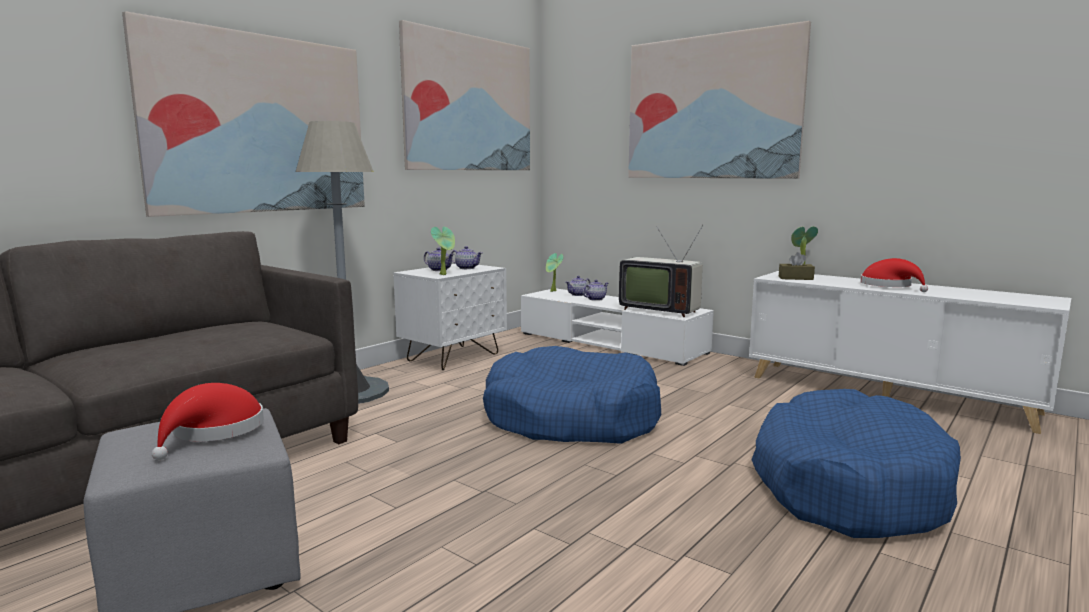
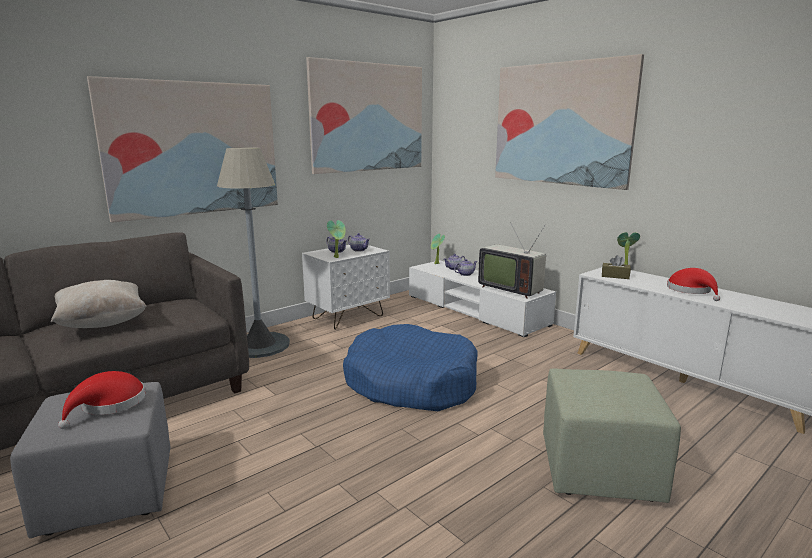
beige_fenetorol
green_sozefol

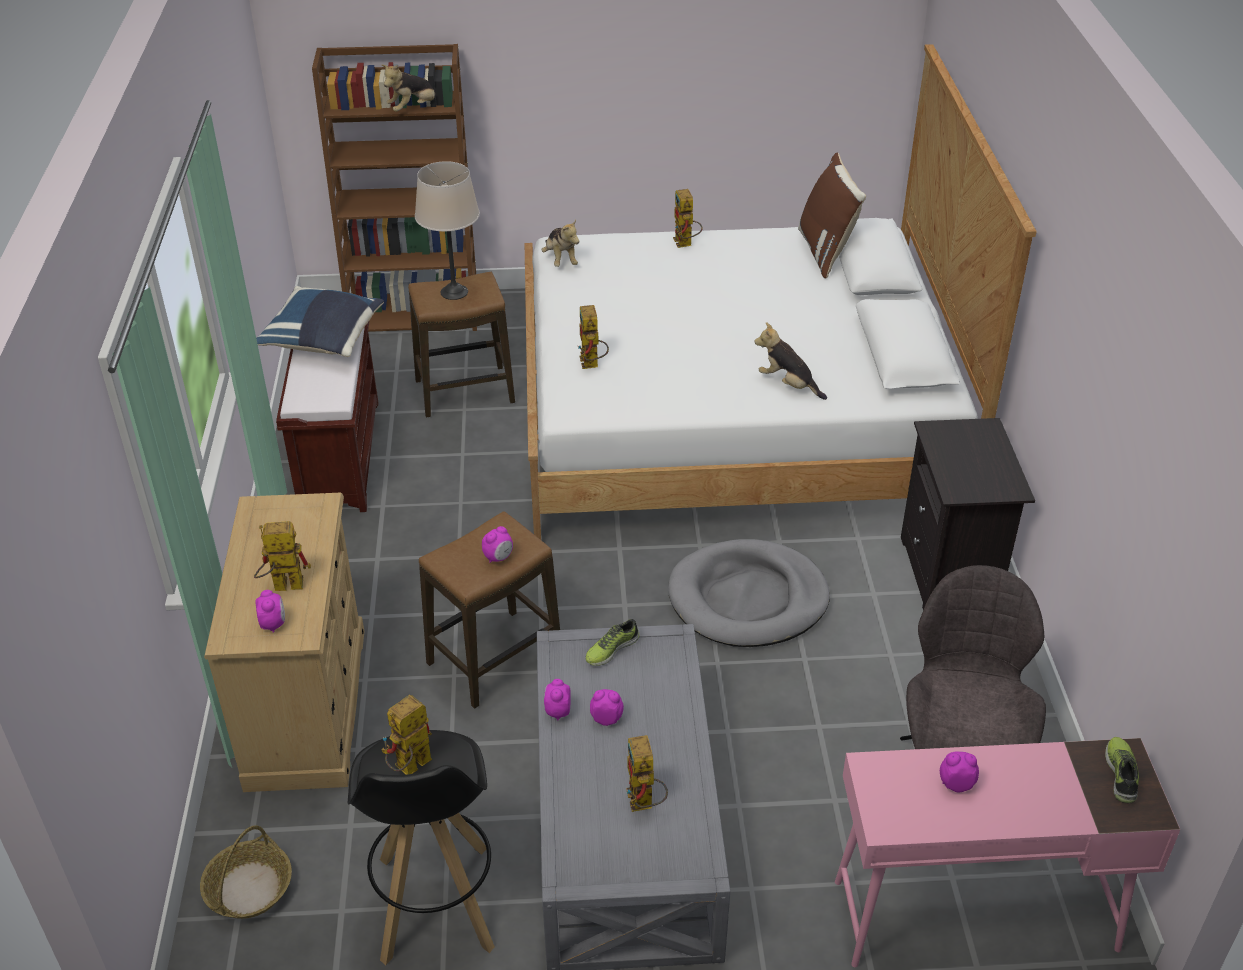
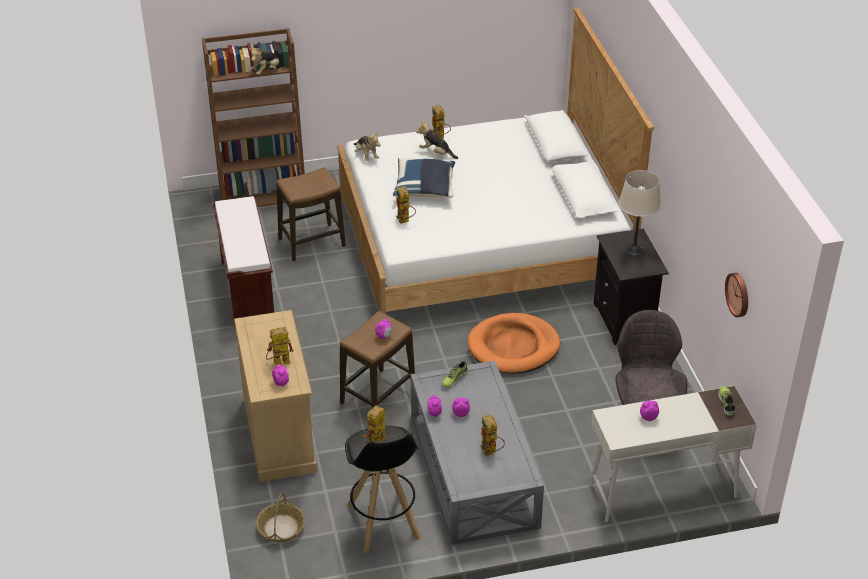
brown_fenetorol
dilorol
blue_fenetorol
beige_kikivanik
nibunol (3rd from left)
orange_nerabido
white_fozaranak

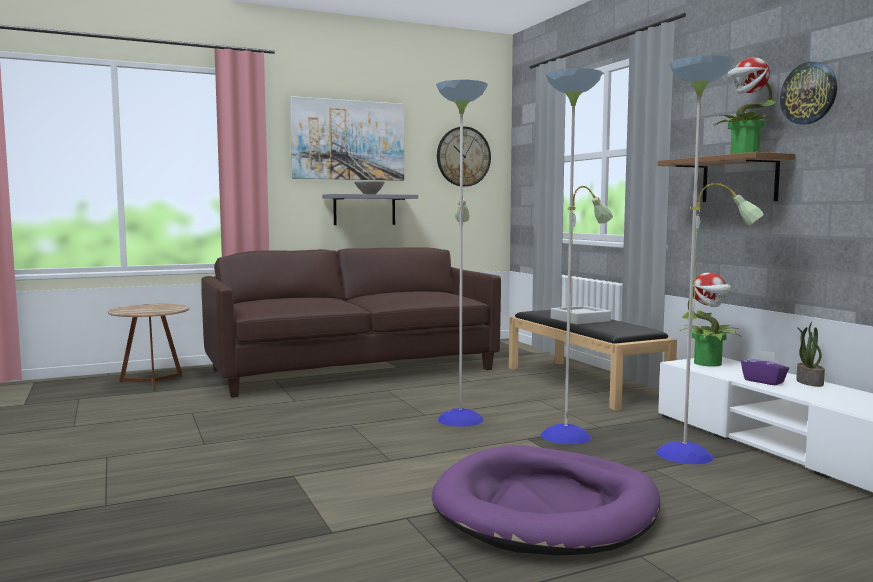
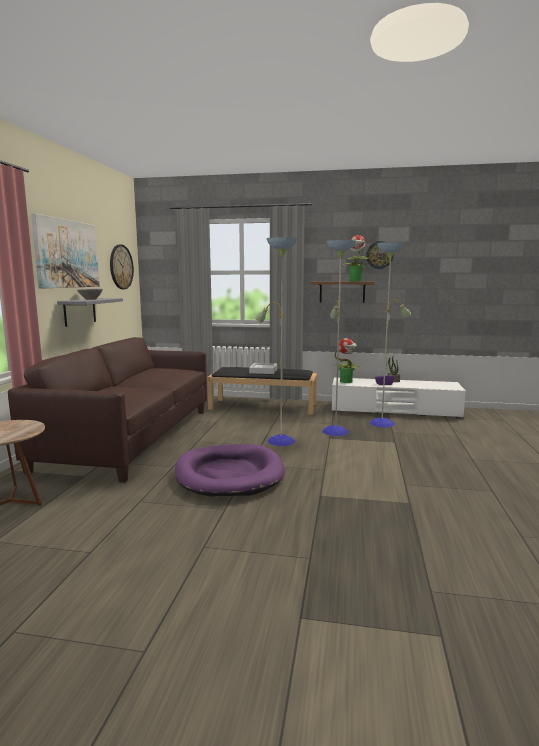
purple_nerabido

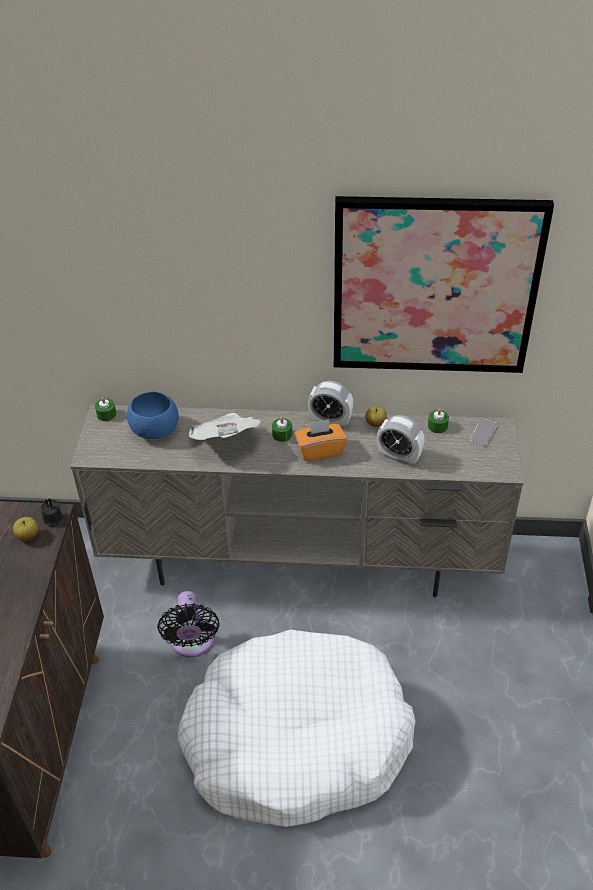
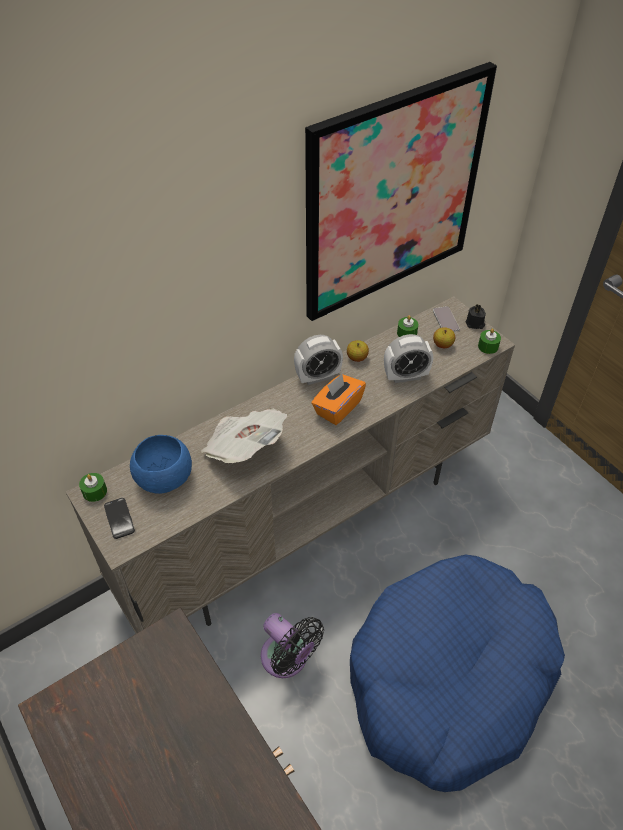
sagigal (1st from left)
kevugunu (2nd from left)
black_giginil
green_giginil (3rd from left)
blue_nerabido

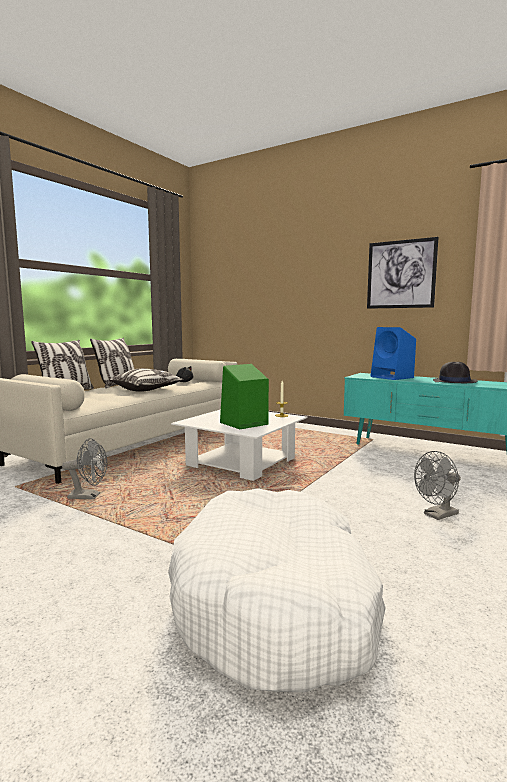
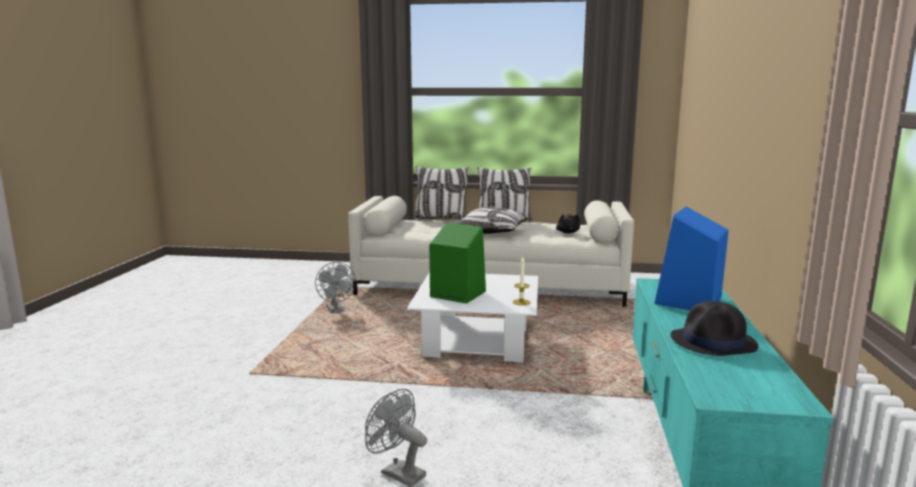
white_nerabido
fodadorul

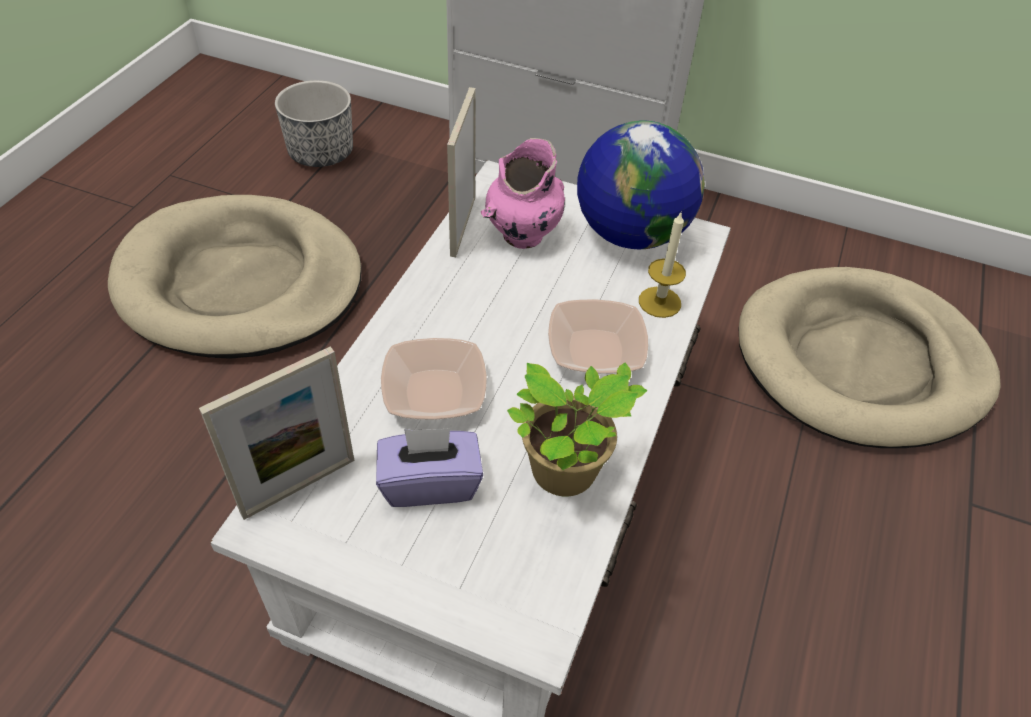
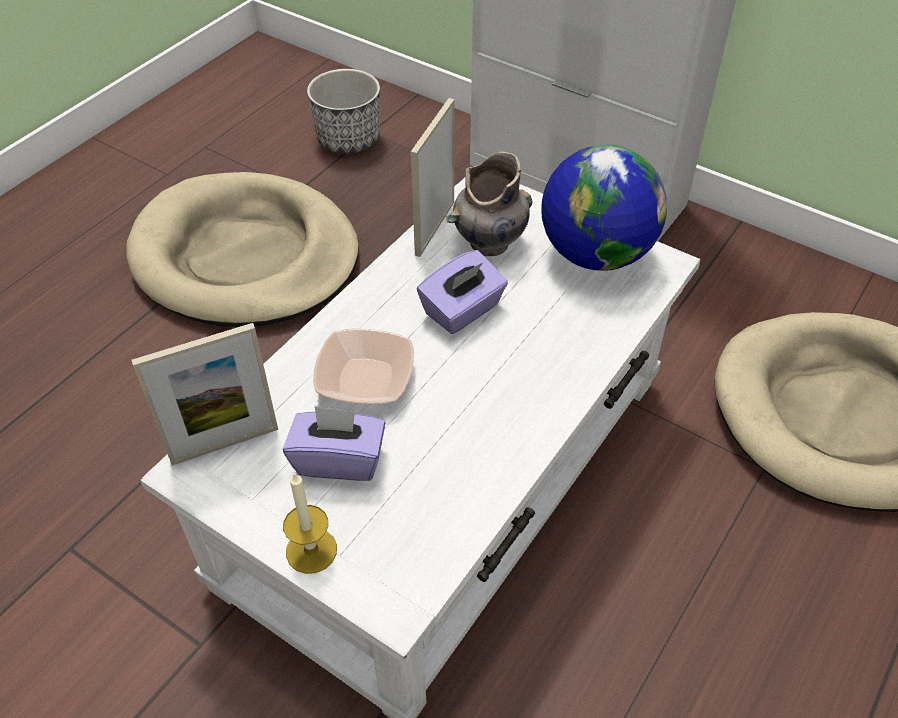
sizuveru
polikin (2nd from left in the first image)
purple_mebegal (2nd from left)
giginil
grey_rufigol

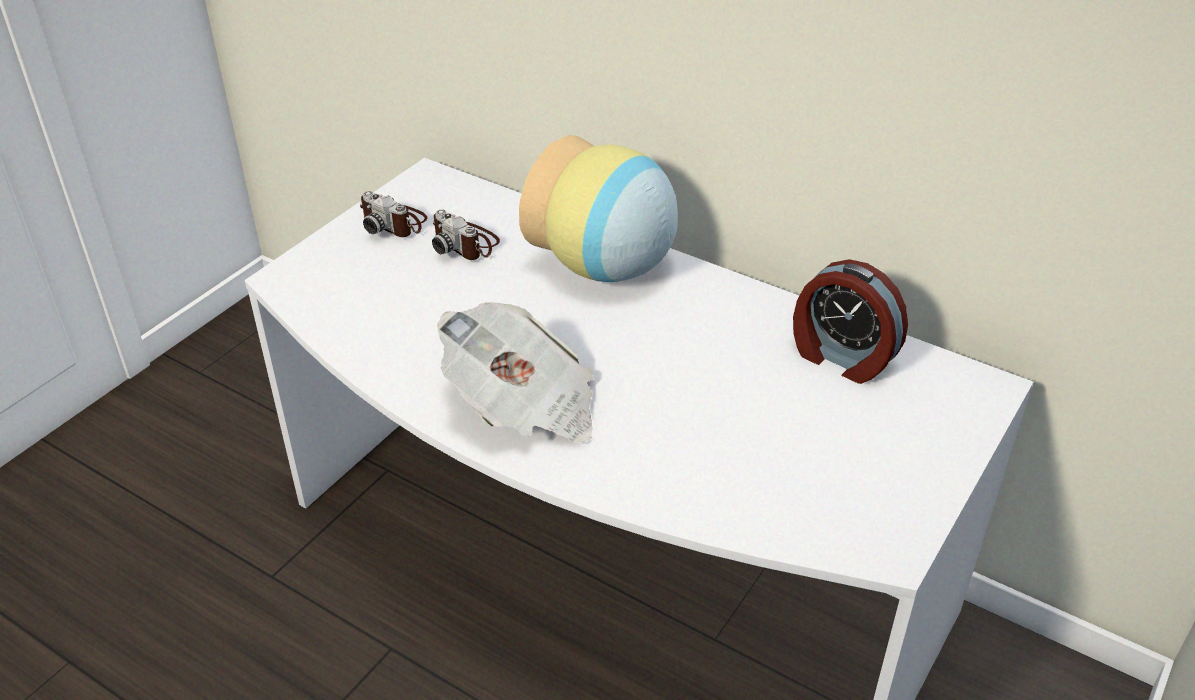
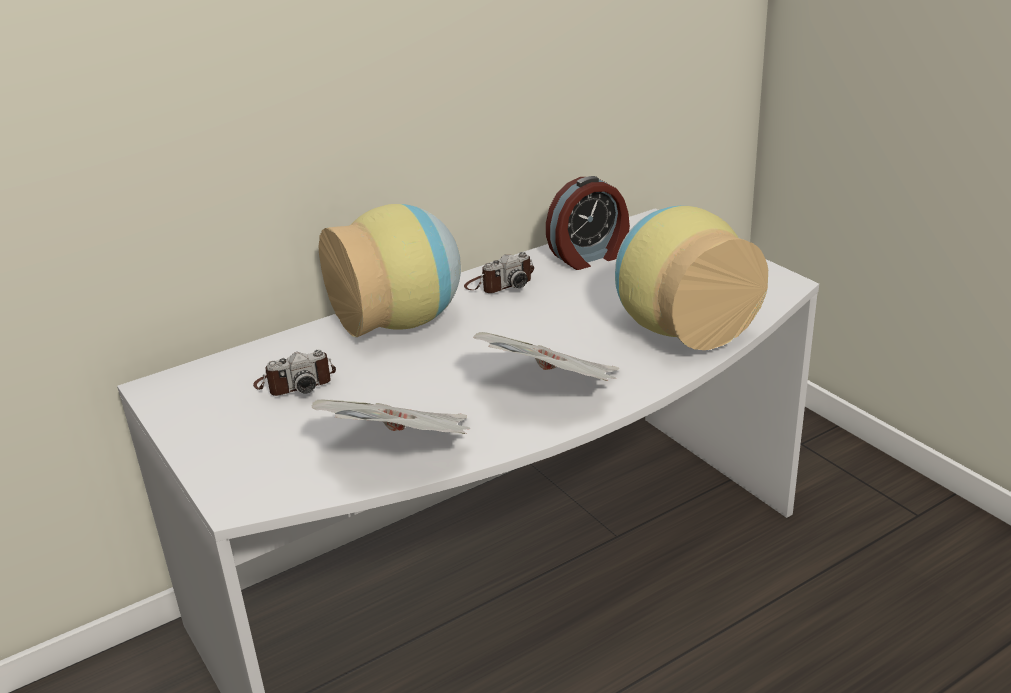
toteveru (1st from left)
rufigol (2nd from left)
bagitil (2nd from left)

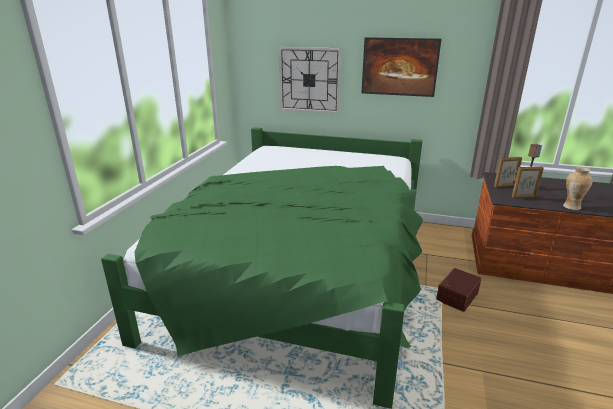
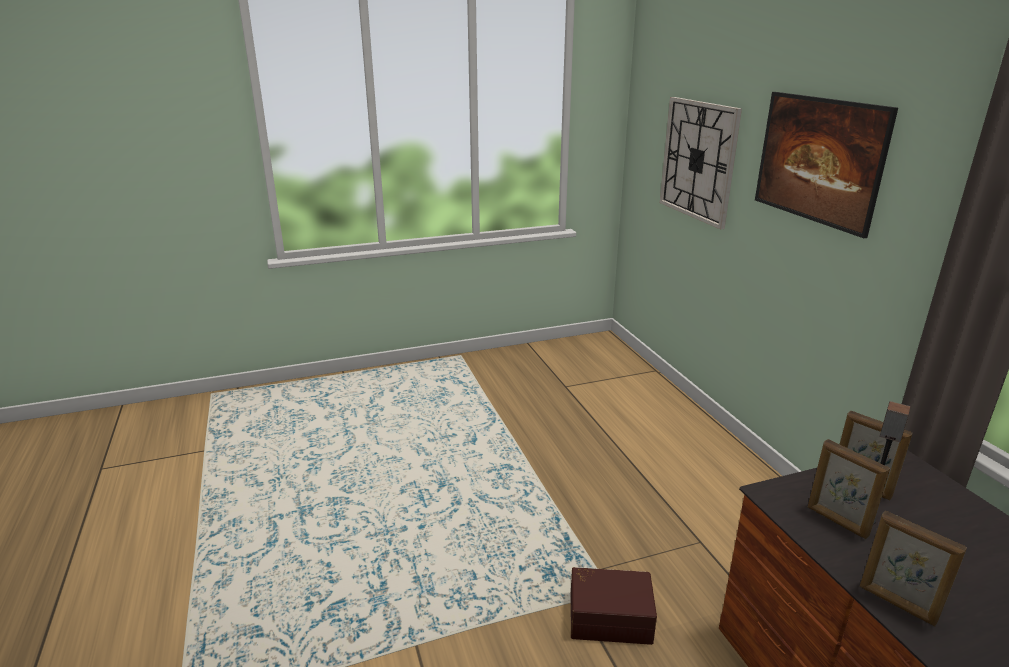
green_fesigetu
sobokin (3rd from left)

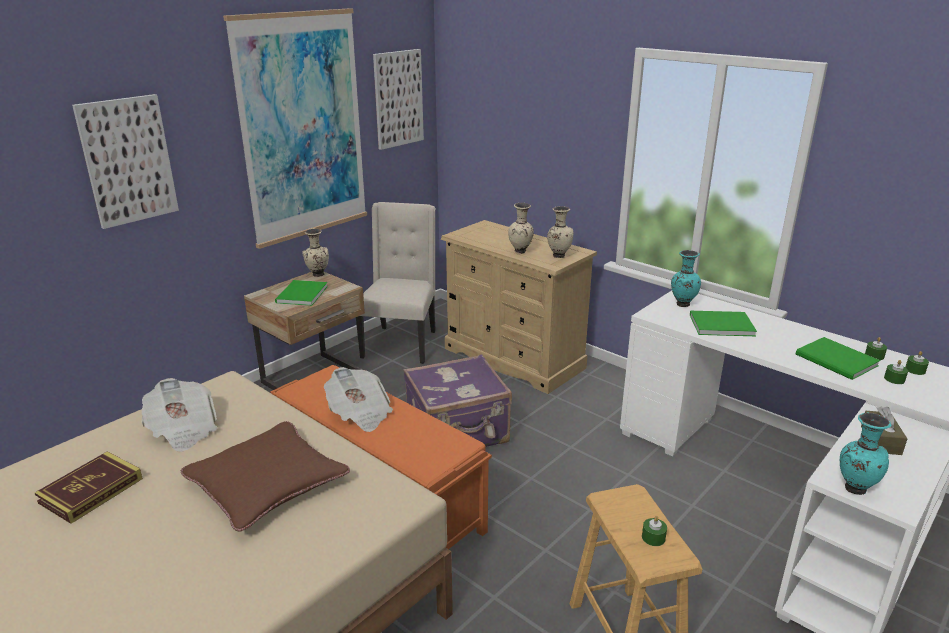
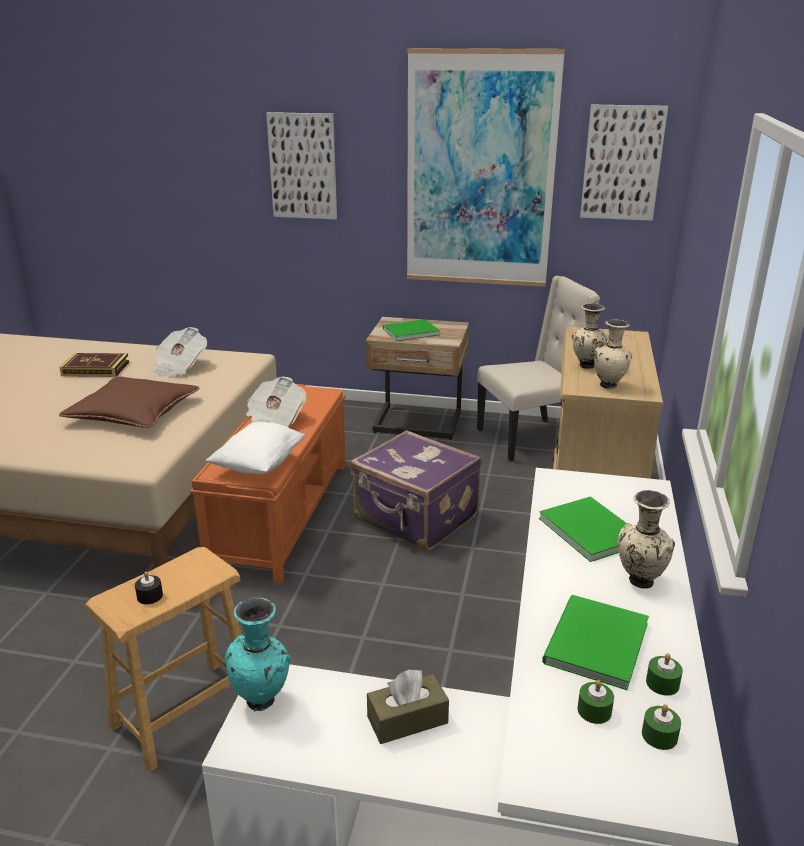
turquoise_rufigol (1st from left in the first image)
white_fenetorol
beige_rufigol (3rd from left)
black_giginil

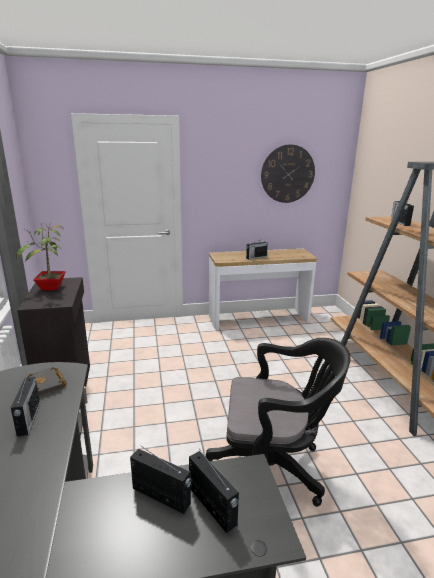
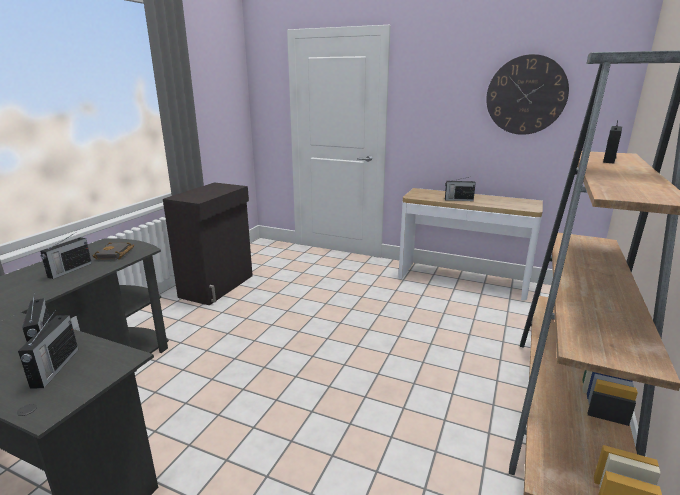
sizuveru
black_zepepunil

